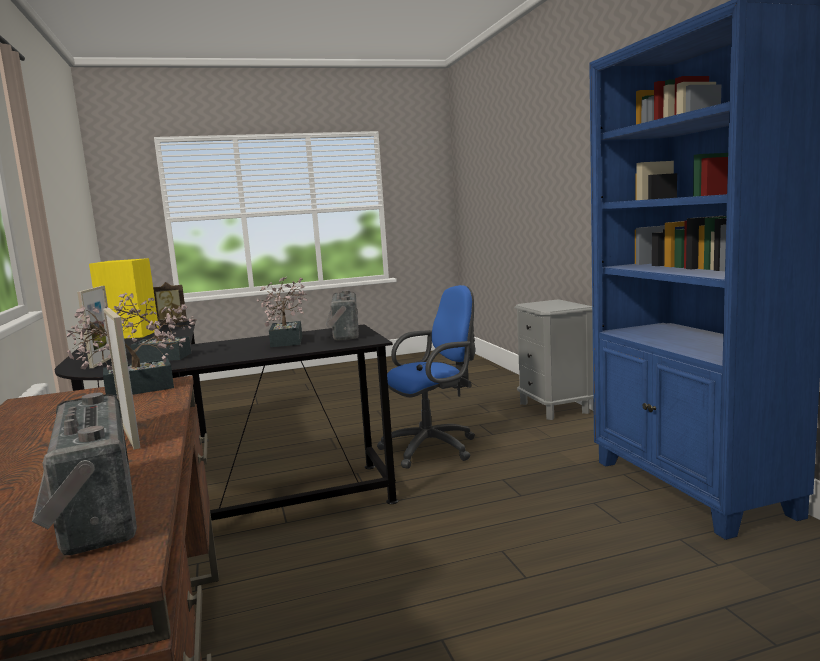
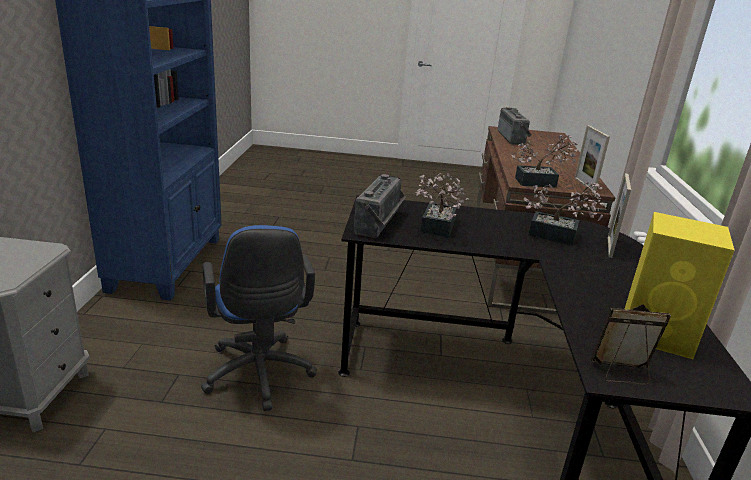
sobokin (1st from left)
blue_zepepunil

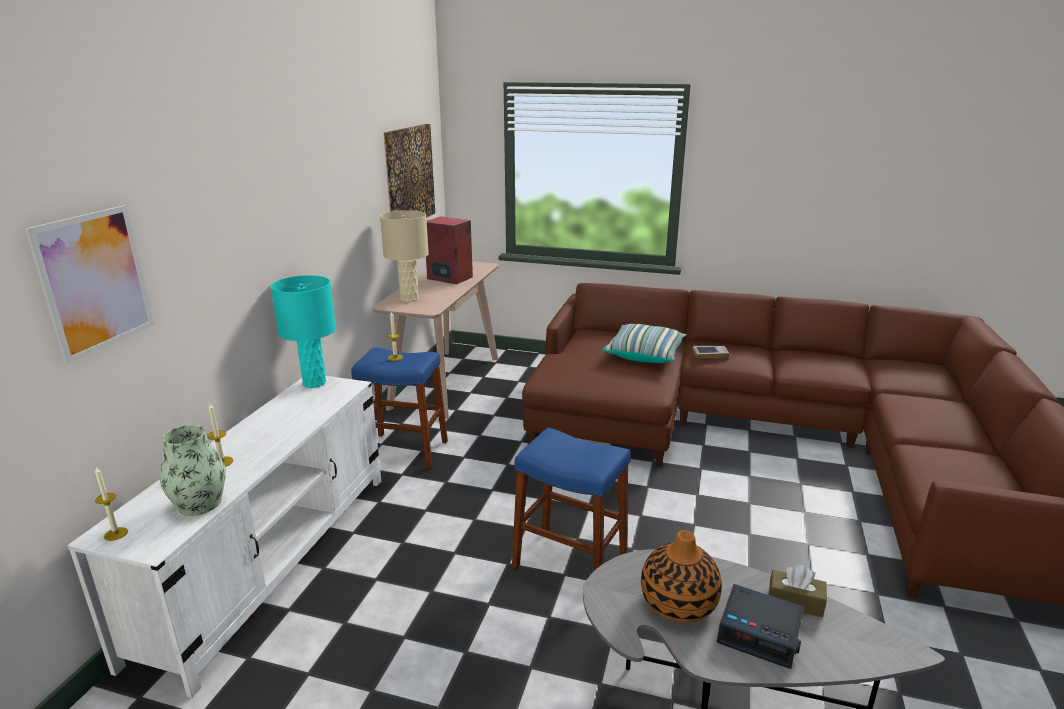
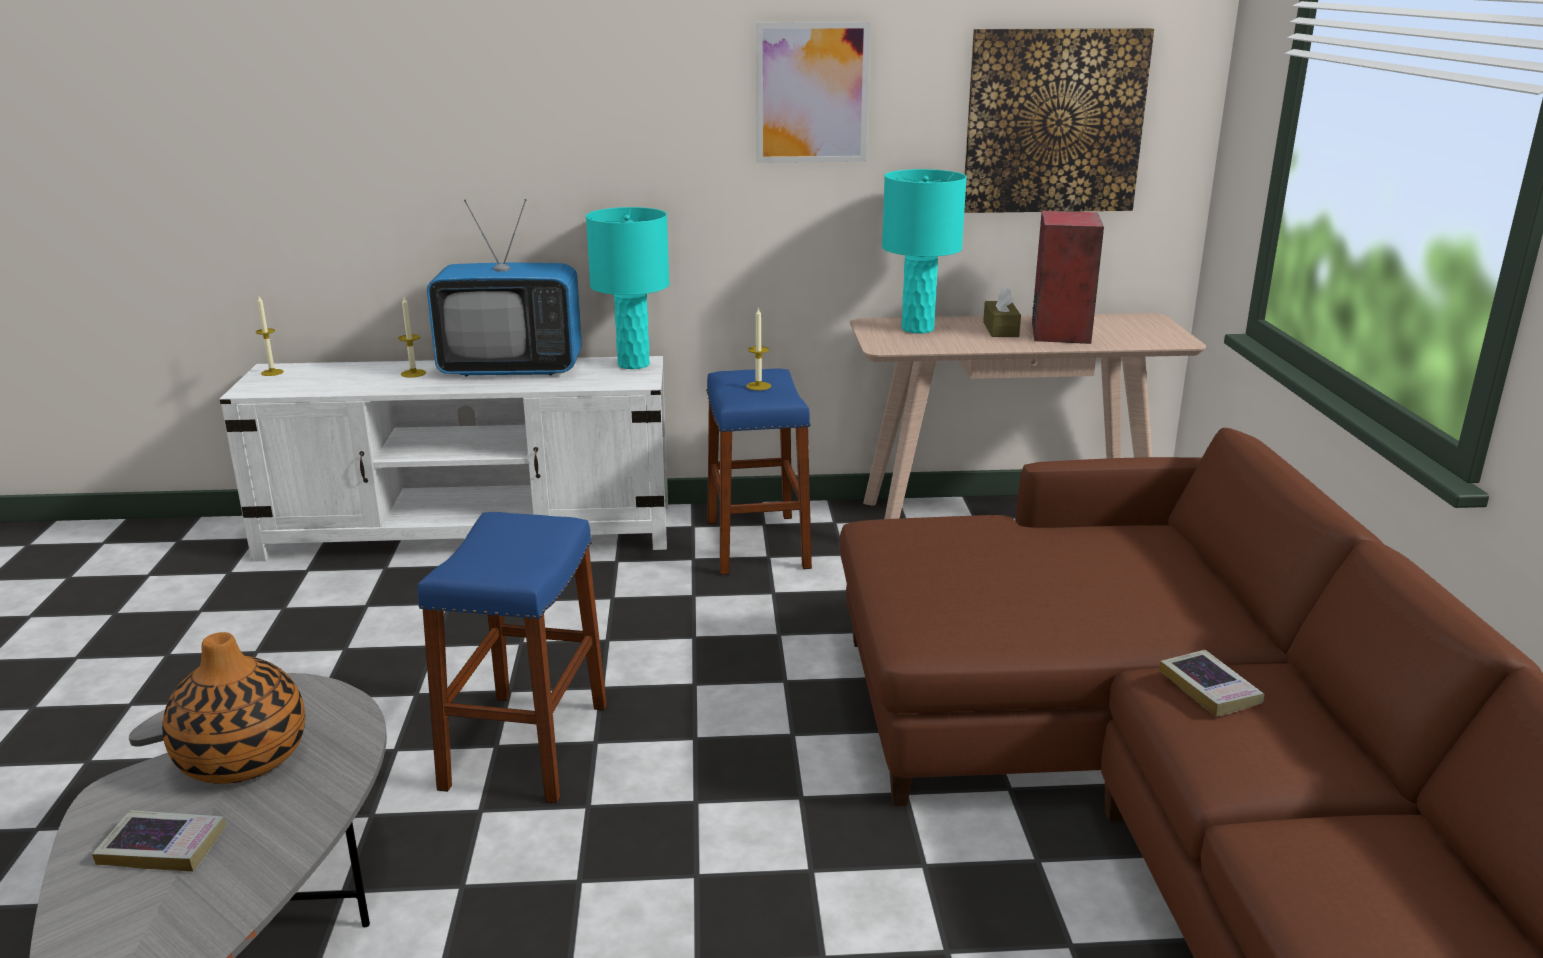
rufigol (1st from left in the first image)
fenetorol
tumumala
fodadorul (1st from left)
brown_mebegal
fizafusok (1st from left)
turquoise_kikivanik (2nd from left)

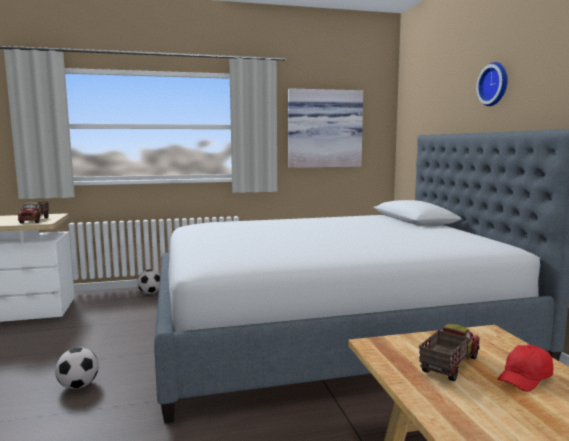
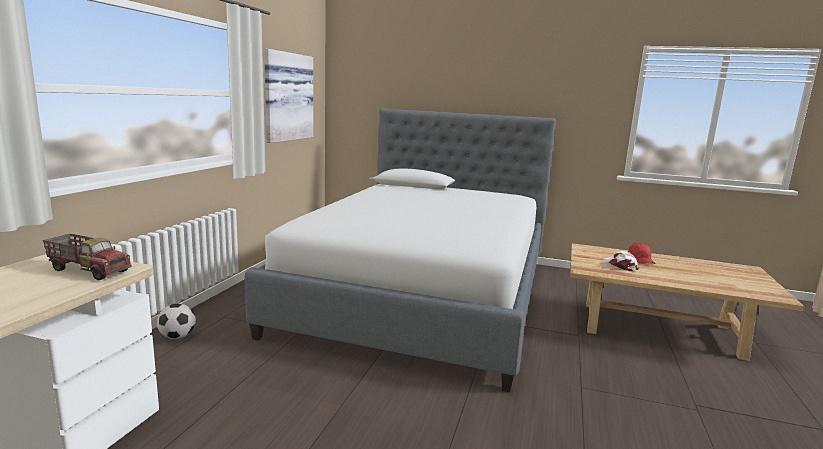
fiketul (1st from left in the first image)
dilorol
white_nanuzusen

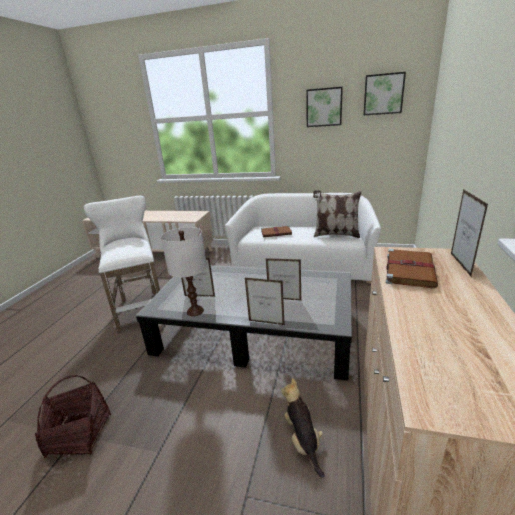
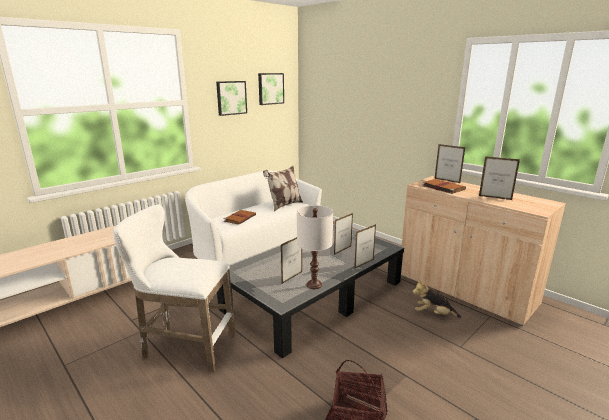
sobokin (5th from left)

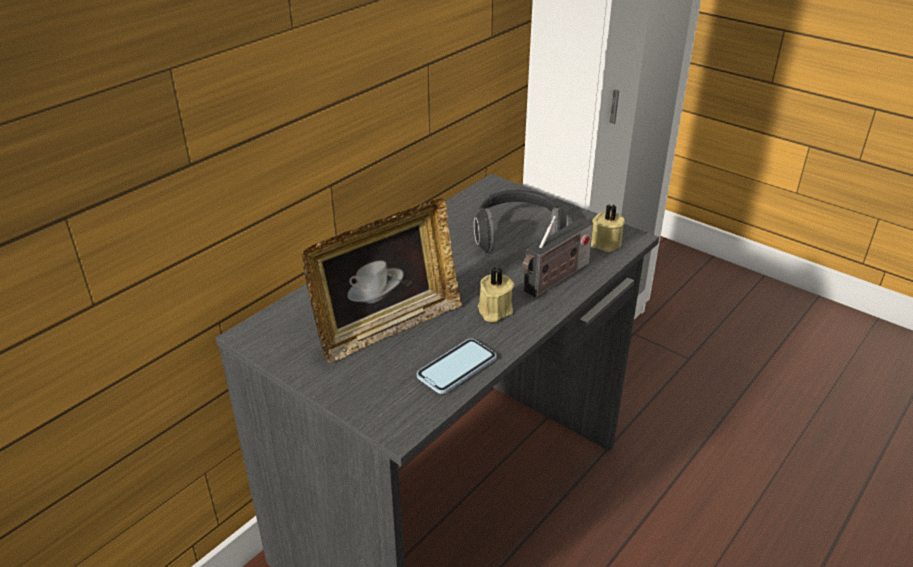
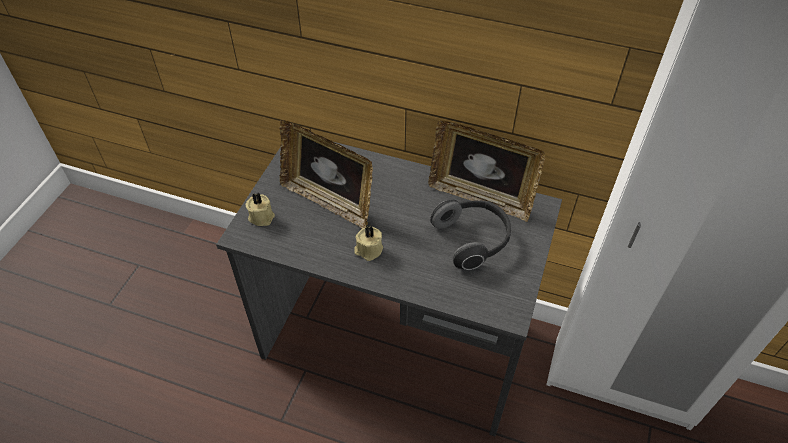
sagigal
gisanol
sobokin (2nd from left)
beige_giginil (1st from left)

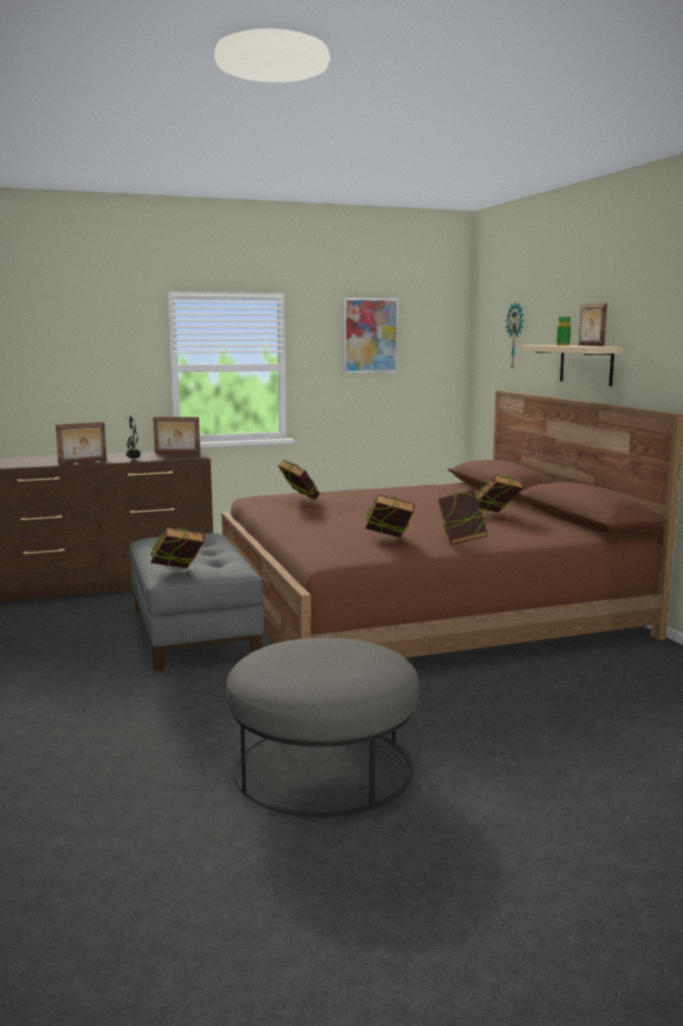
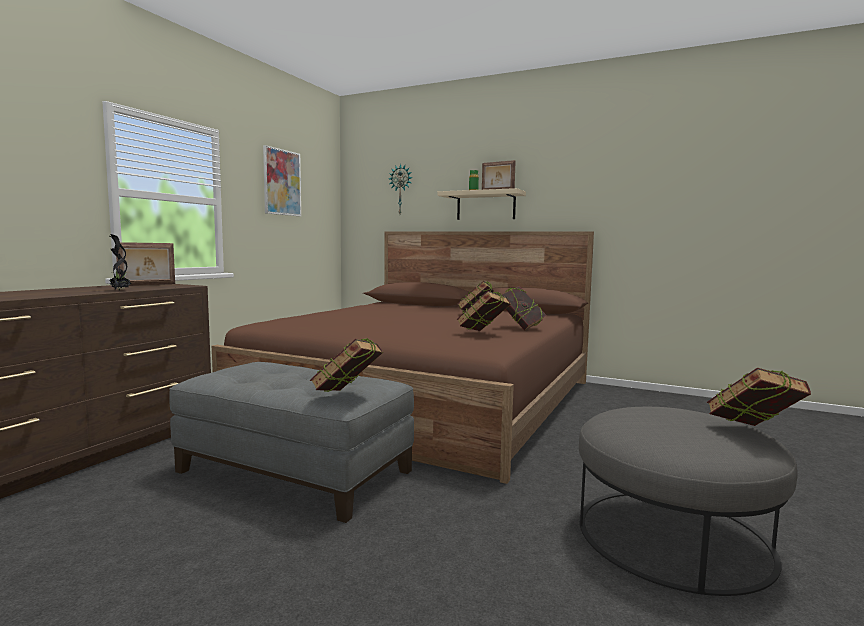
sobokin (1st from left in the first image)
fizafusok (5th from left)

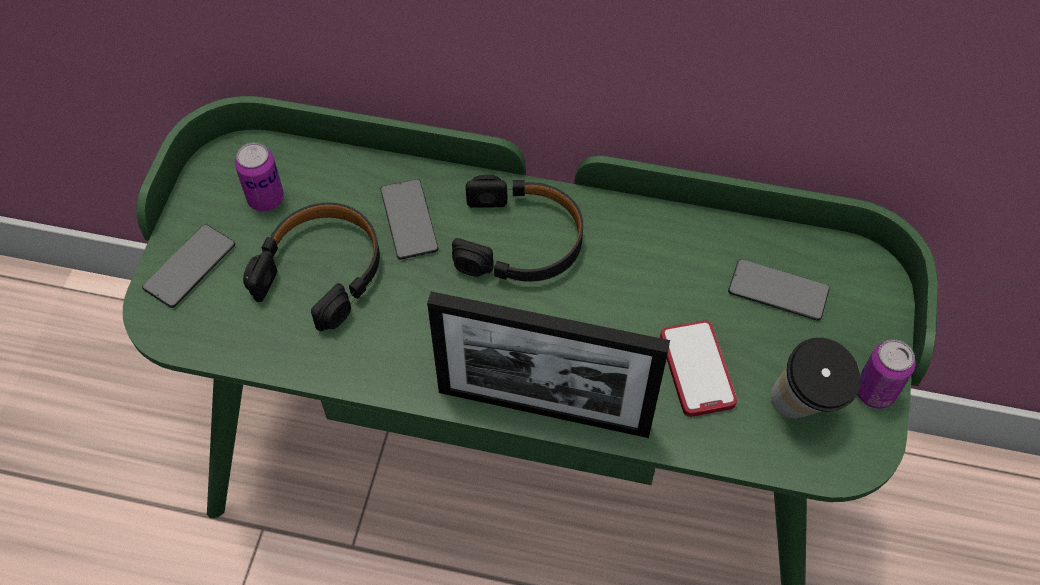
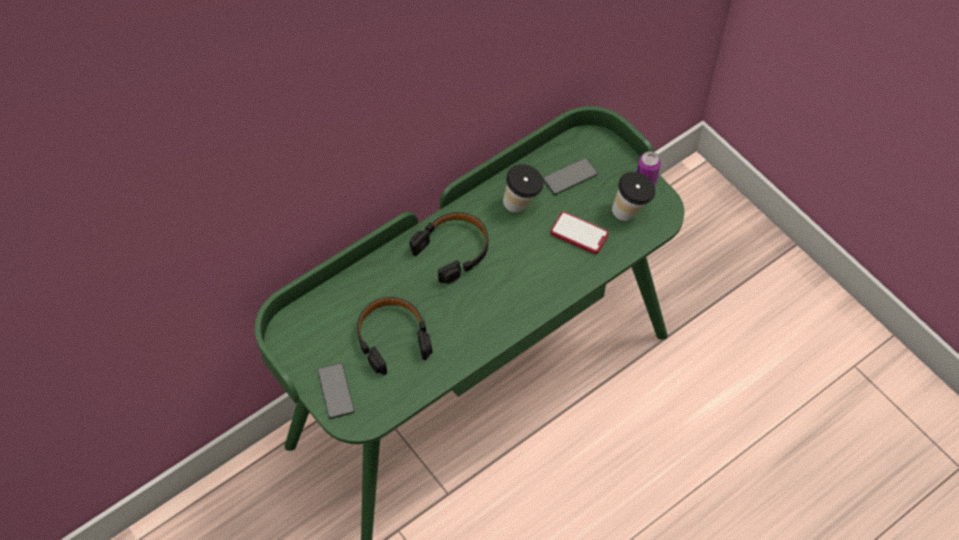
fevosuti (1st from left in the first image)
sagigal (2nd from left in the first image)
sobokin
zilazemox (1st from left)

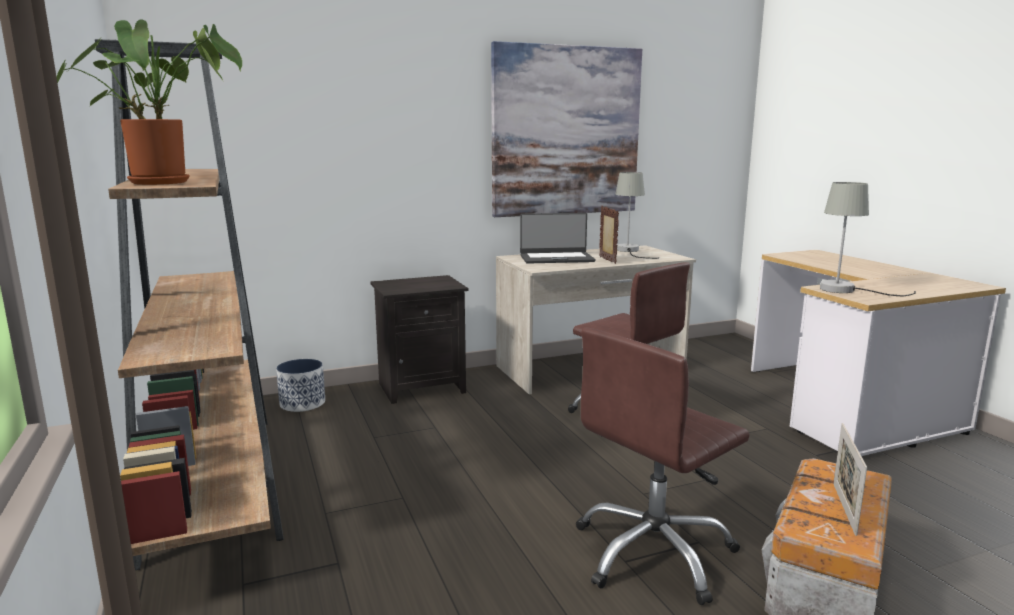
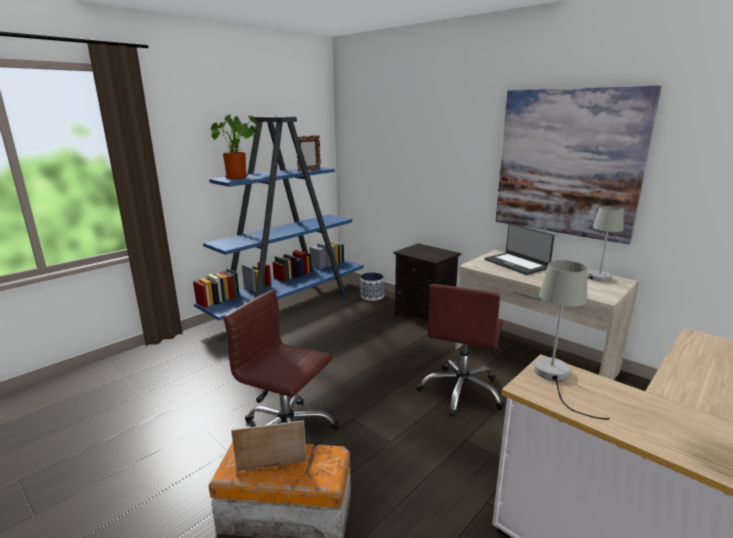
sobokin (2nd from left)
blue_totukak

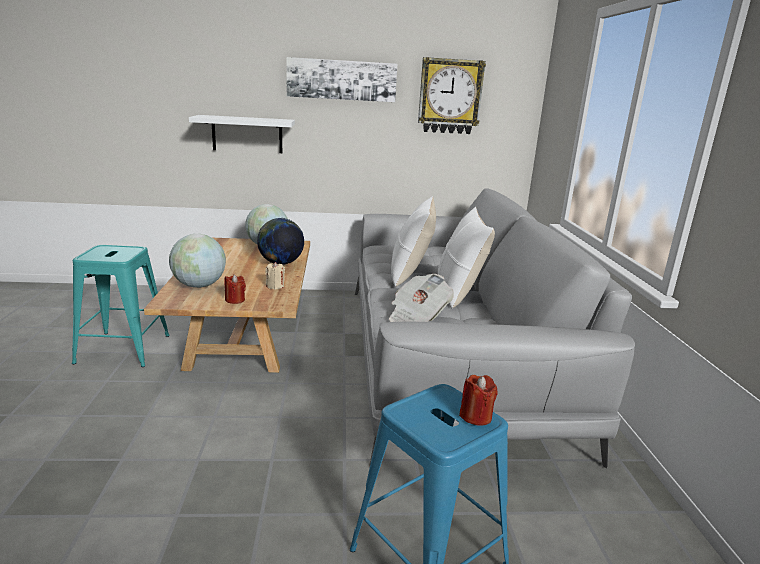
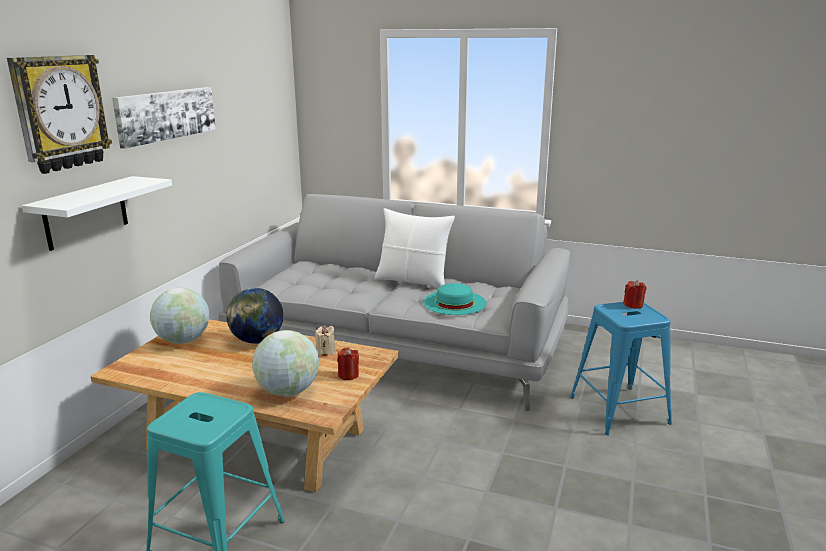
white_fenetorol (1st from left in the first image)
dilorol
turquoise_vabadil

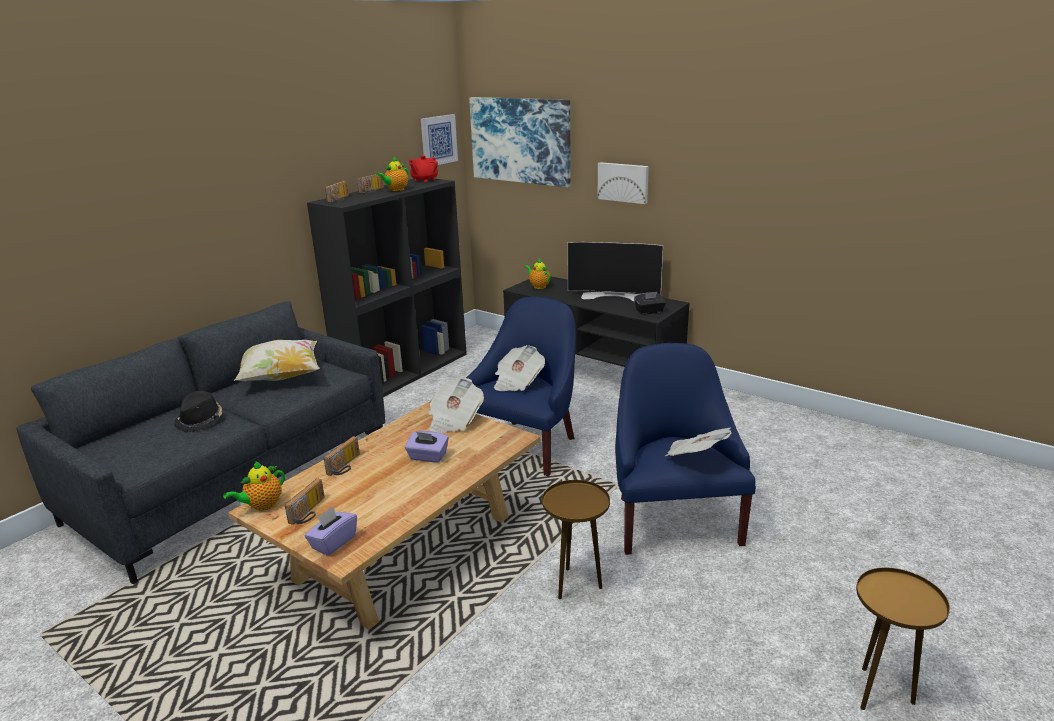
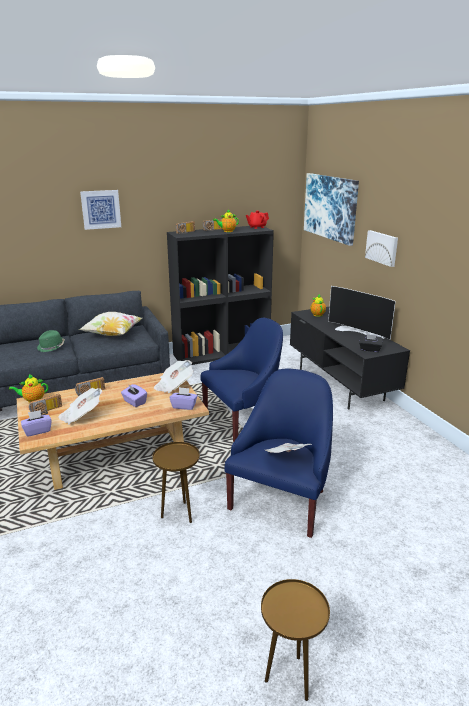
purple_mebegal (3rd from left)
fodadorul (1st from left)
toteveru (1st from left)
green_vabadil

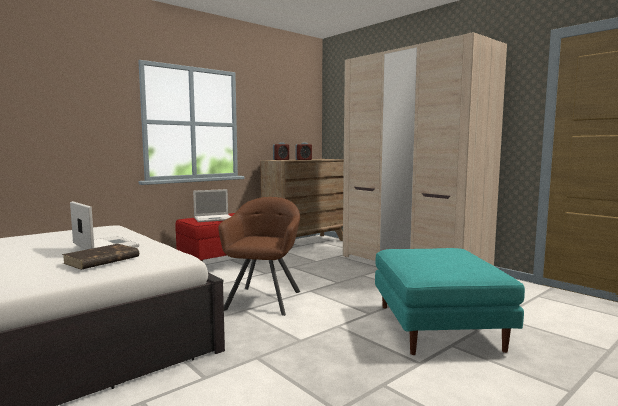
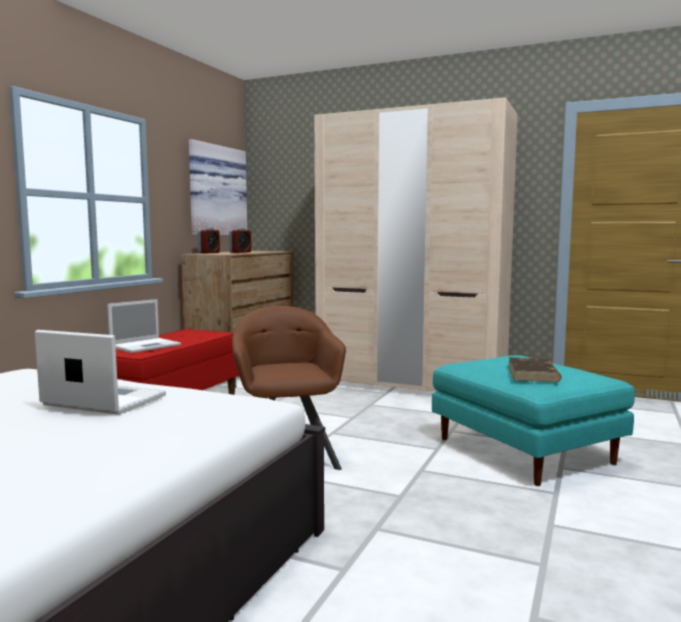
fodadorul
brown_fizafusok

